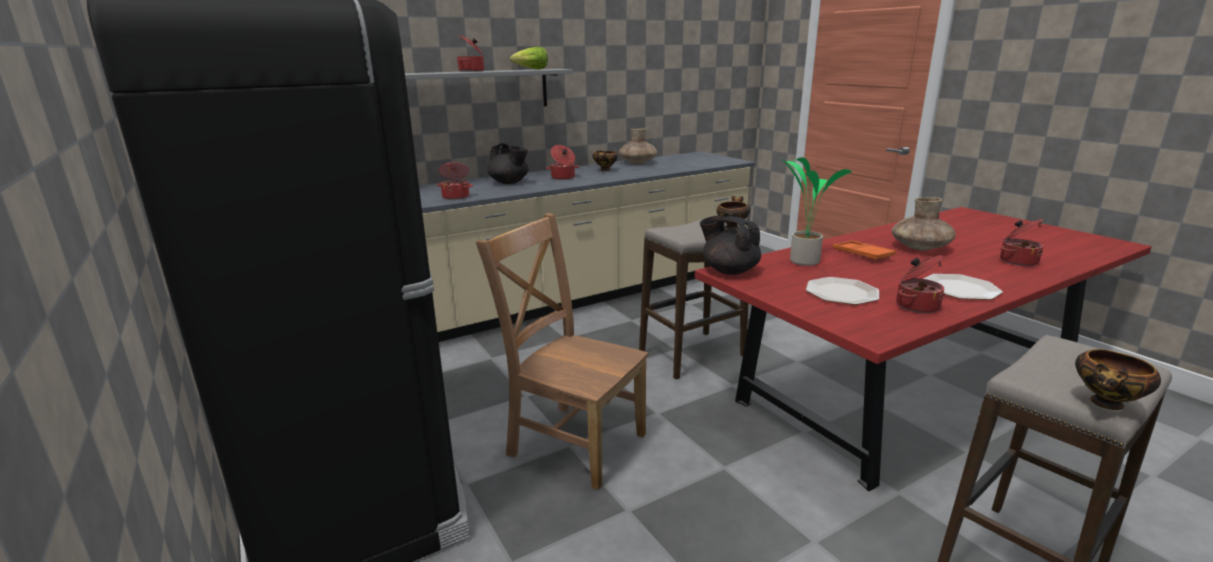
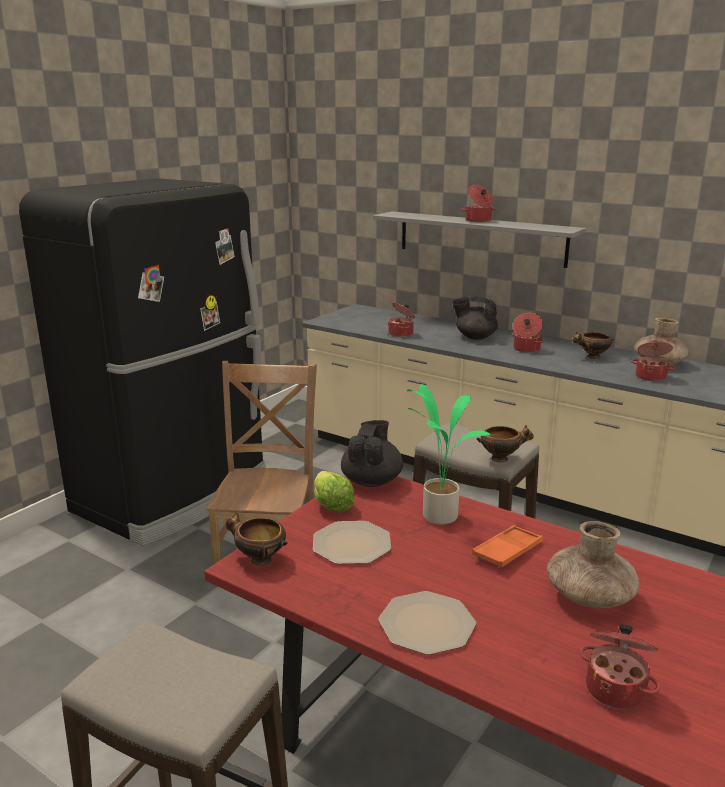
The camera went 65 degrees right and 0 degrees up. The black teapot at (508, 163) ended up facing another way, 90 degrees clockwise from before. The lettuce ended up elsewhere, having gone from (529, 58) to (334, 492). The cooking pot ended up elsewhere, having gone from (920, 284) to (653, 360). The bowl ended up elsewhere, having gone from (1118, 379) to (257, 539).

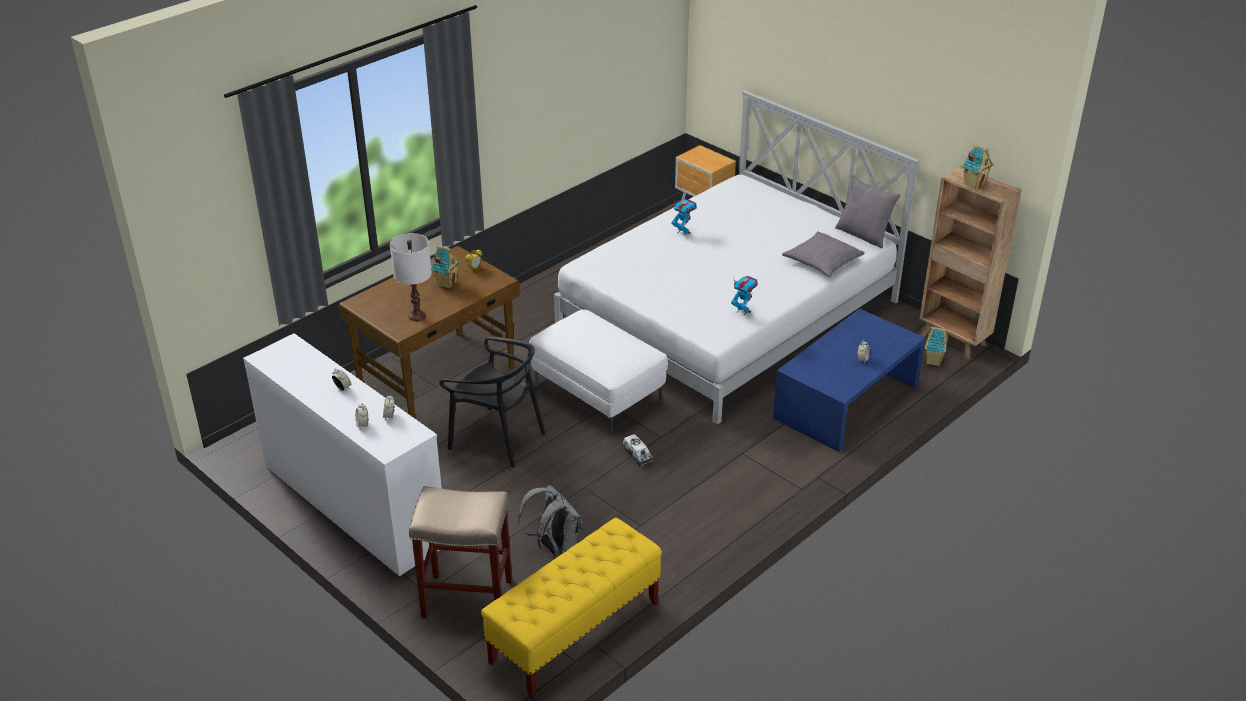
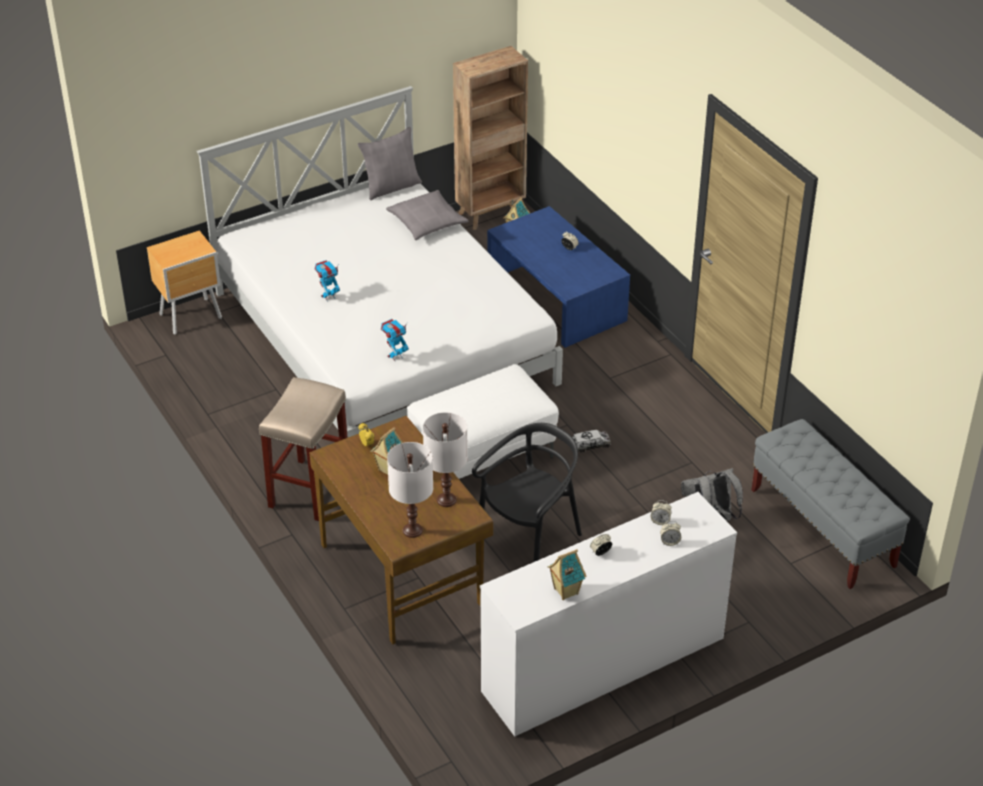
The camera went 75 degrees left and 5 degrees up. The beige stool ended up elsewhere, having gone from (460, 552) to (303, 449). What was the yellow bench at (571, 609) turned into the grey bench at (830, 504). The toy robot ended up elsewhere, having gone from (744, 296) to (395, 340). The toy house ended up elsewhere, having gone from (978, 166) to (567, 574). The second view gained the white table lamp at (410, 490).

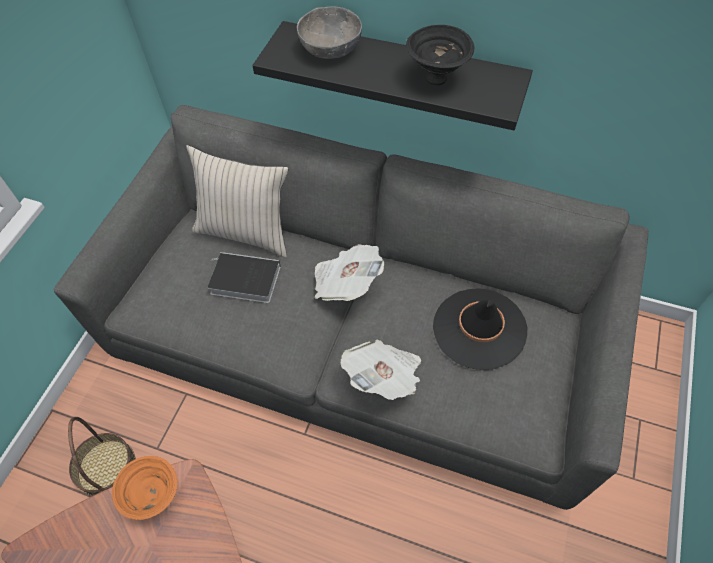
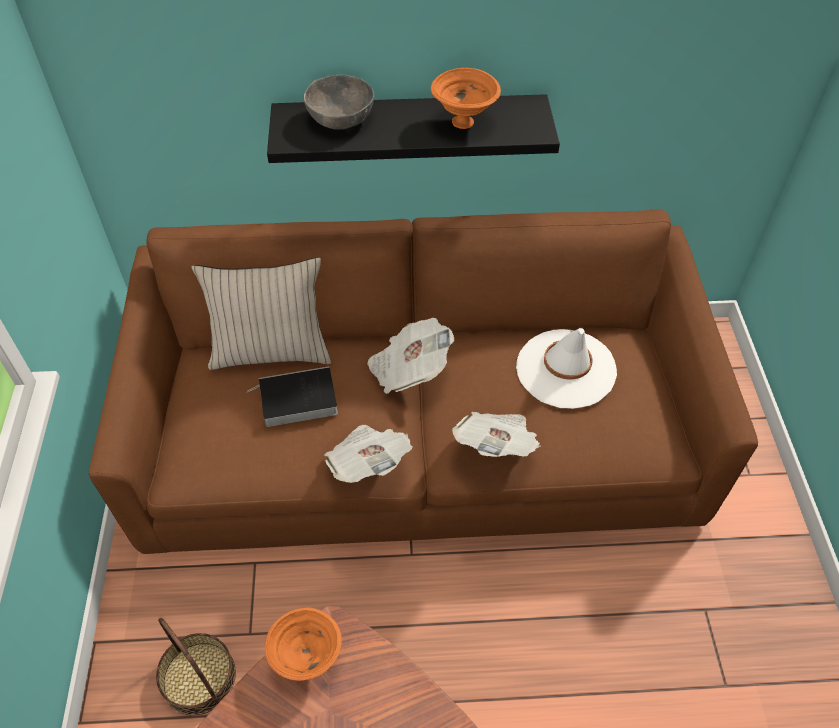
The camera went 25 degrees left and 5 degrees down. What was the grey sofa at (350, 307) turned into the brown sofa at (423, 381). What was the black bowl at (440, 55) turned into the orange bowl at (466, 98). What was the black hat at (480, 329) turned into the white hat at (566, 368). The second view gained the newspaper at (368, 454).

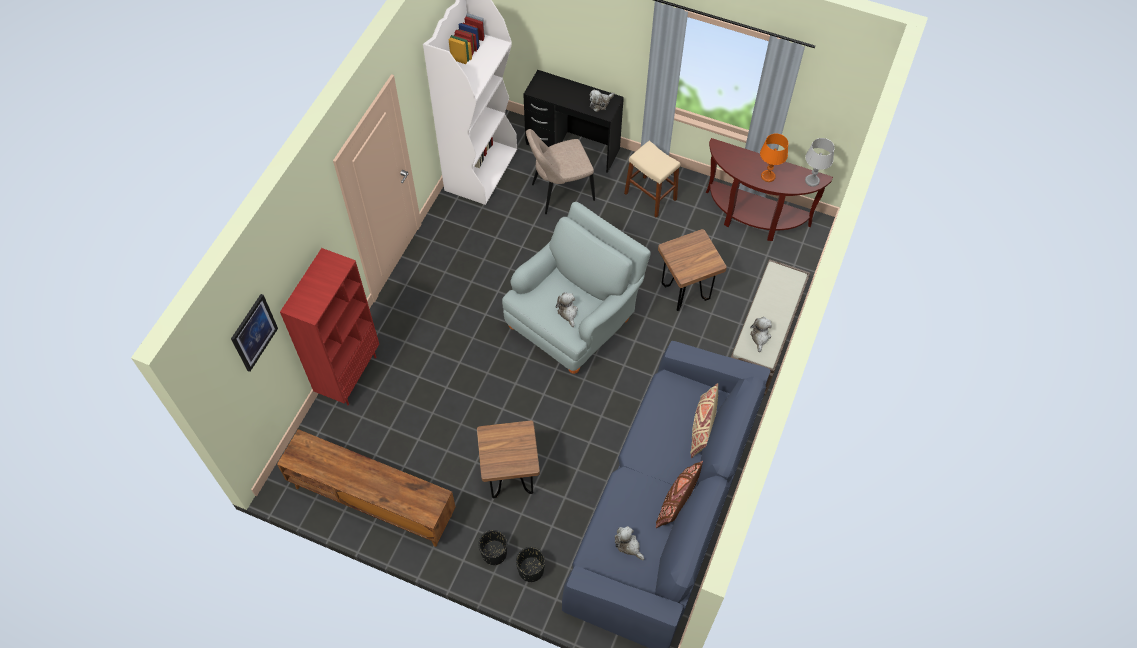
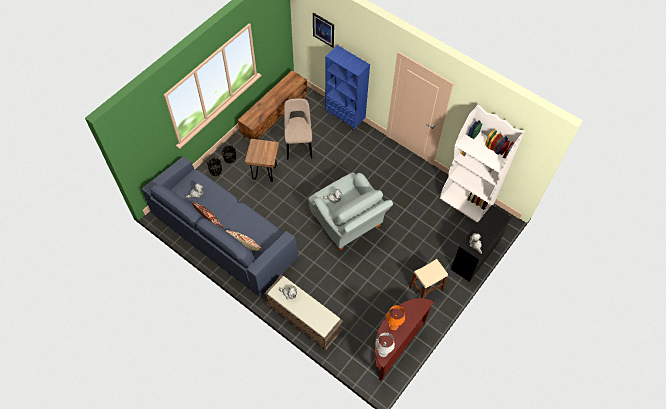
The camera went 105 degrees right and 0 degrees up. What was the red bookcase at (329, 326) turned into the blue bookcase at (347, 88). The beige chair ended up elsewhere, having gone from (560, 171) to (298, 129). The second view lost the brown stool at (692, 270).

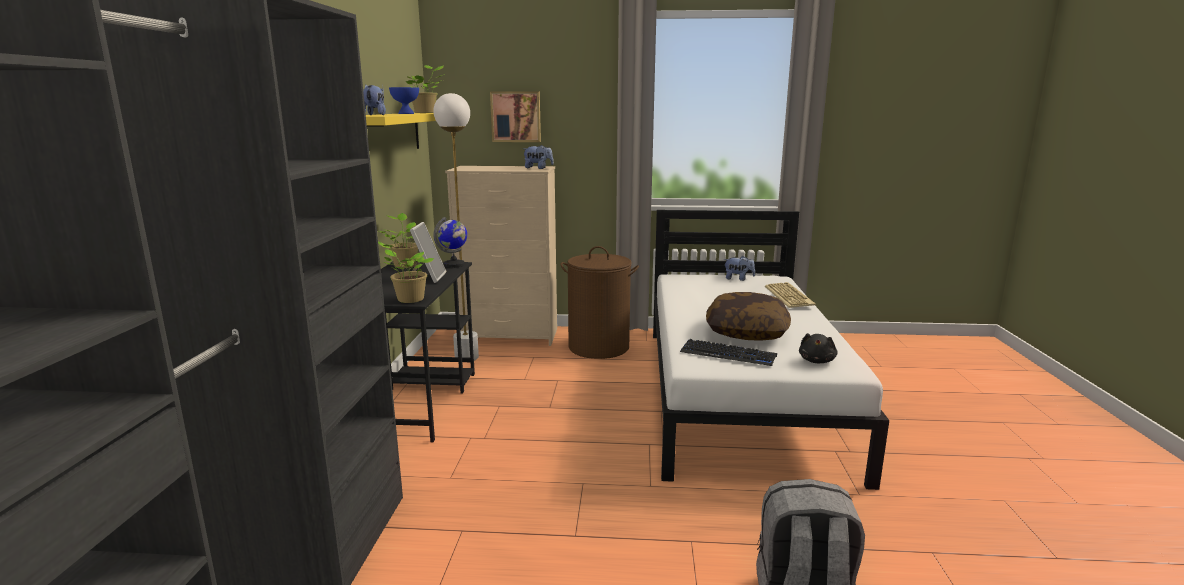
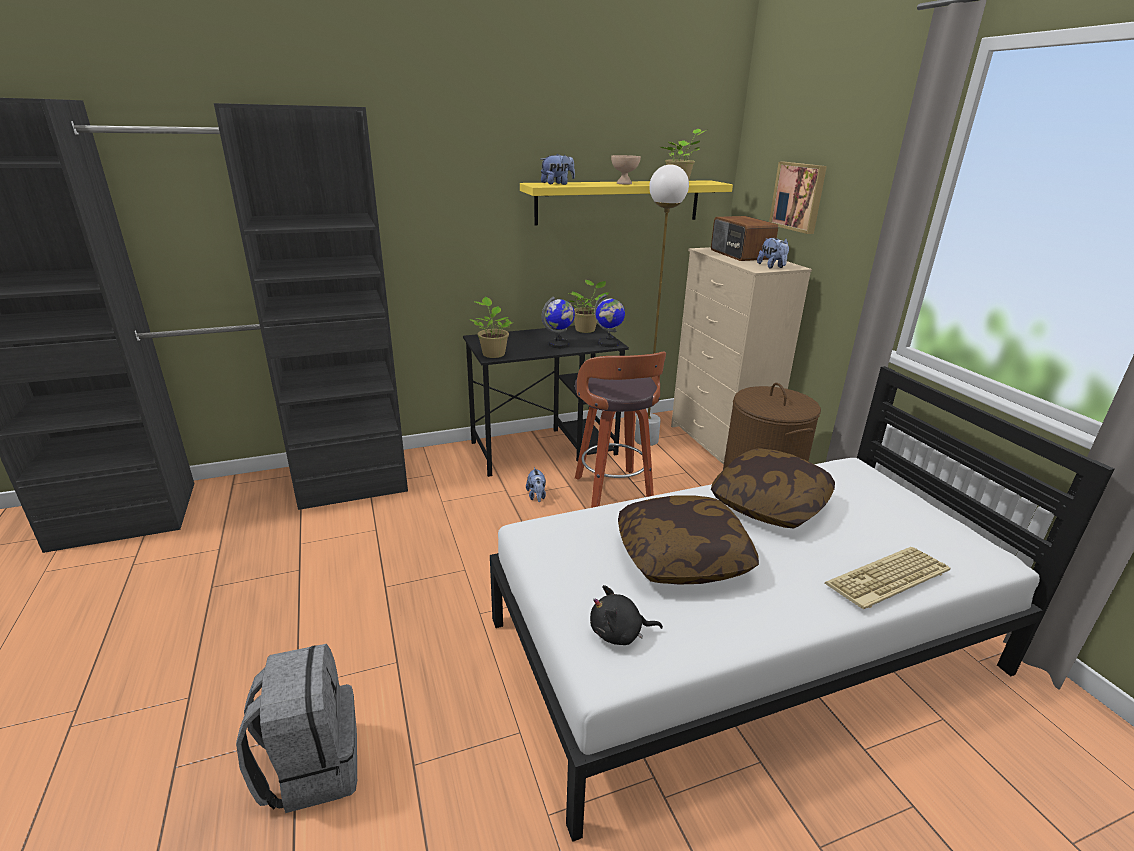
The camera went 65 degrees right and 10 degrees up. What was the blue bowl at (404, 100) turned into the beige bowl at (626, 170). Where the picture frame stood at (428, 252), the globe came to stand at (558, 322). The second view lost the keyboard at (728, 352). The plush toy ended up elsewhere, having gone from (739, 268) to (536, 484). The second view gained the stool at (620, 429). The second view gained the radio at (744, 238). The second view gained the pillow at (773, 488).

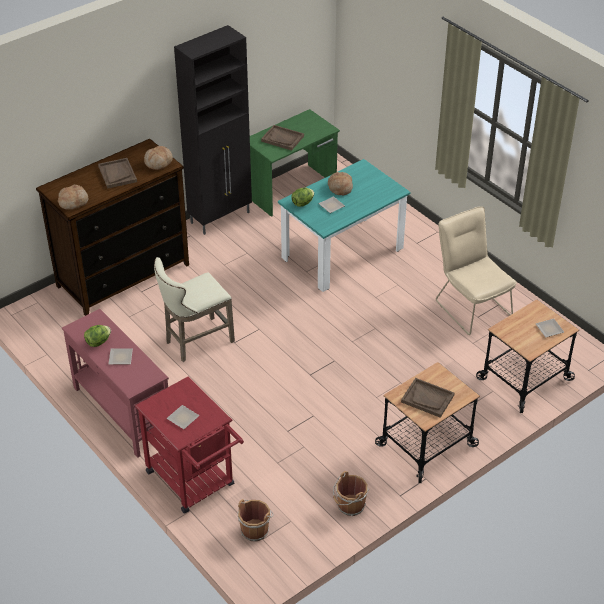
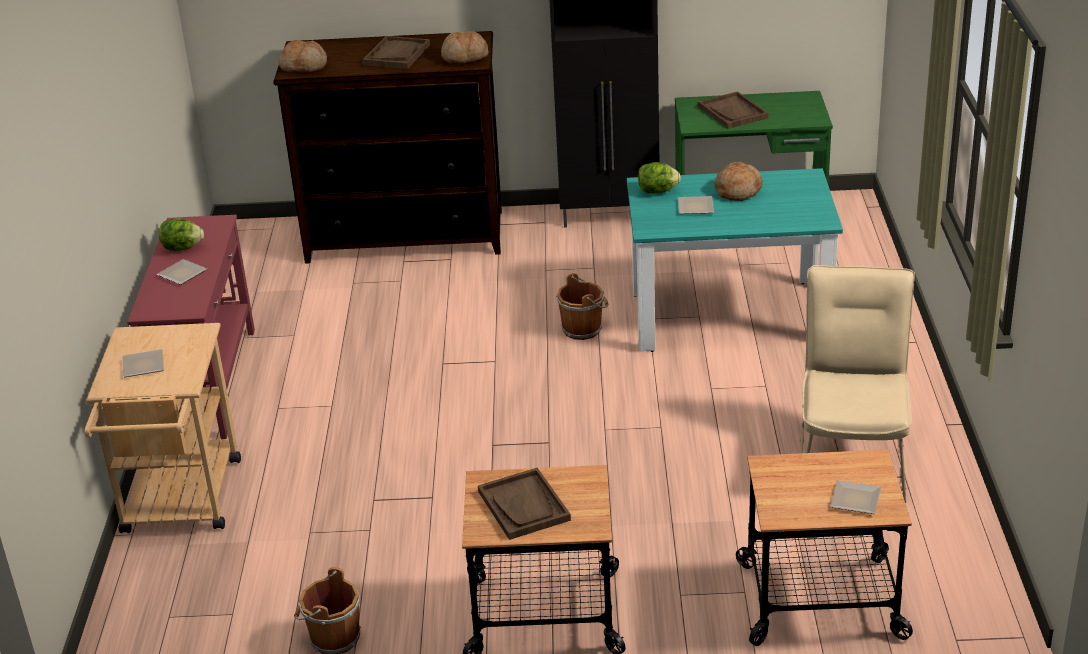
The camera went 40 degrees right and 10 degrees down. What was the red cart at (189, 445) turned into the beige cart at (163, 428). The second view lost the beige stool at (194, 309). The brown bucket ended up elsewhere, having gone from (255, 520) to (582, 306).

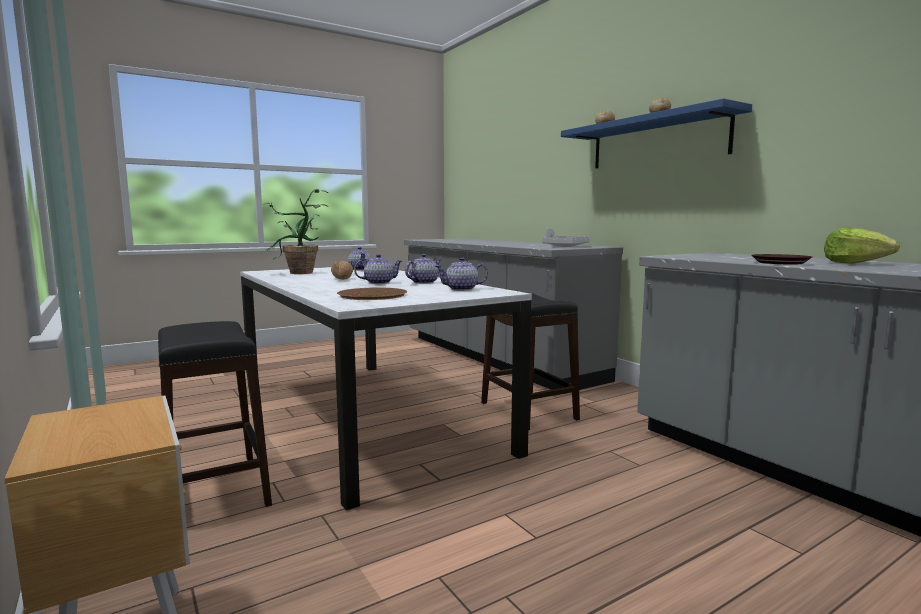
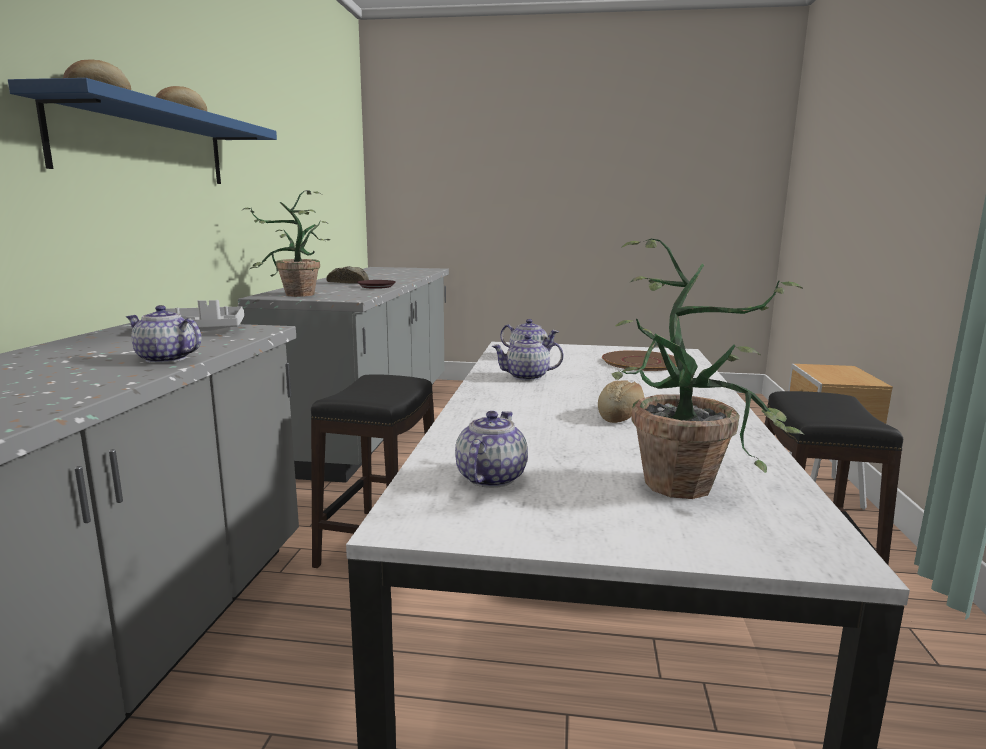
The camera went 140 degrees left and 5 degrees up. The teapot ended up elsewhere, having gone from (378, 269) to (163, 334). Where the lettuce stood at (862, 246), the bread came to stand at (347, 274). The second view gained the potted plant at (285, 243).

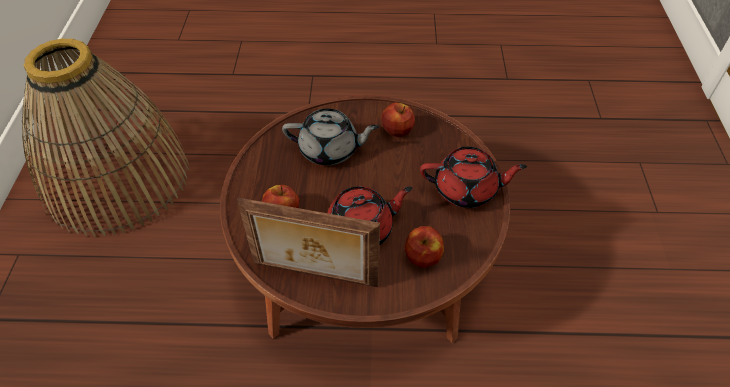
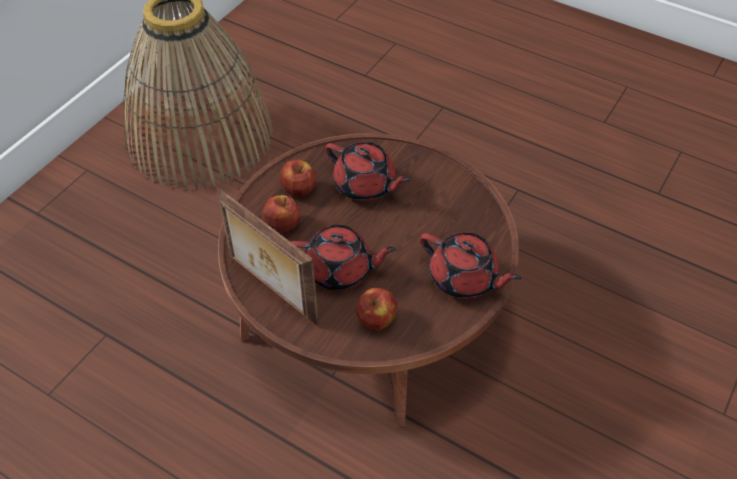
The camera went 30 degrees right and 0 degrees up. What was the grey teapot at (330, 137) turned into the red teapot at (368, 171). The apple ended up elsewhere, having gone from (398, 119) to (298, 178).

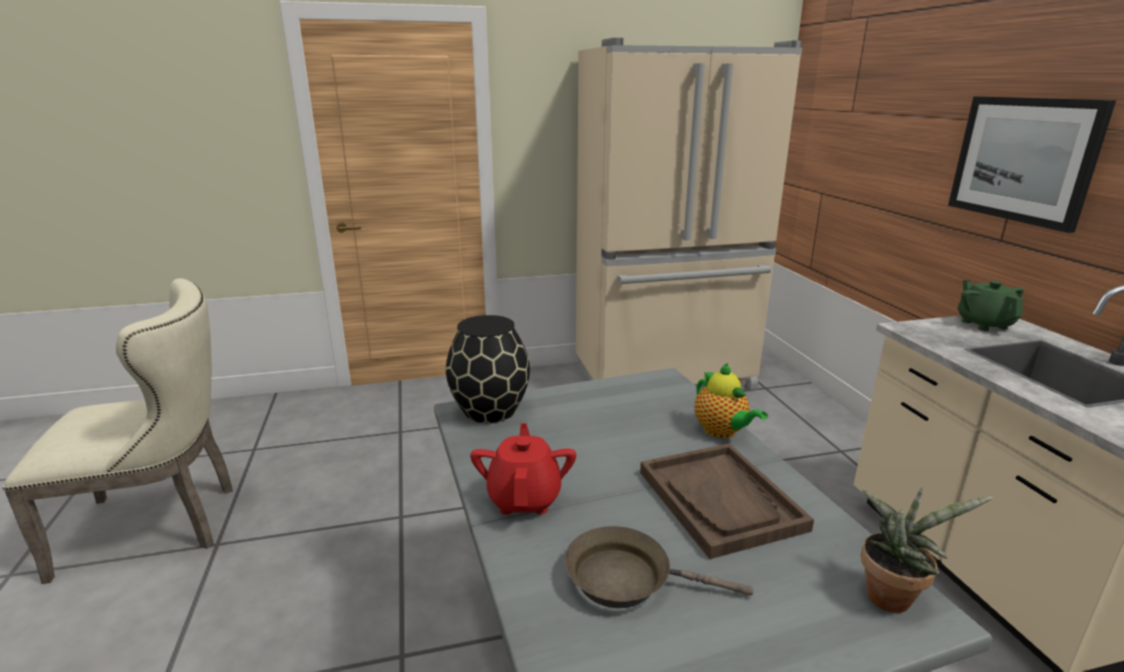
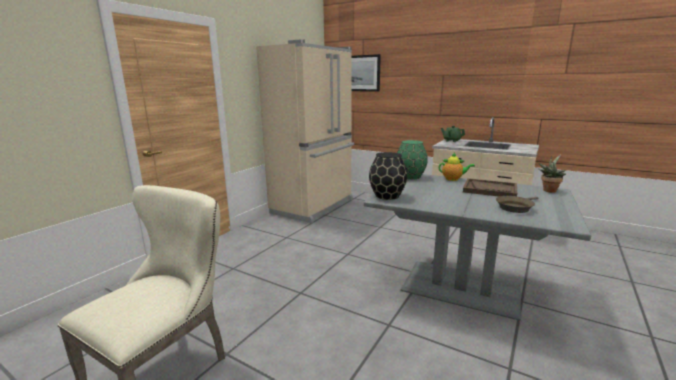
The camera went 45 degrees left and 5 degrees down. The second view lost the red teapot at (523, 469). The picture ended up elsewhere, having gone from (1032, 164) to (366, 73). The second view gained the green vase at (412, 160).

